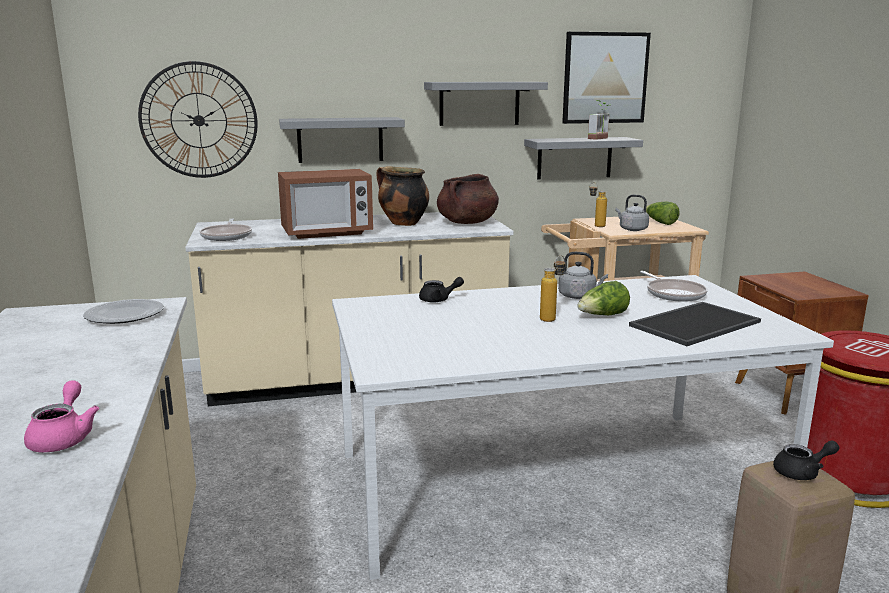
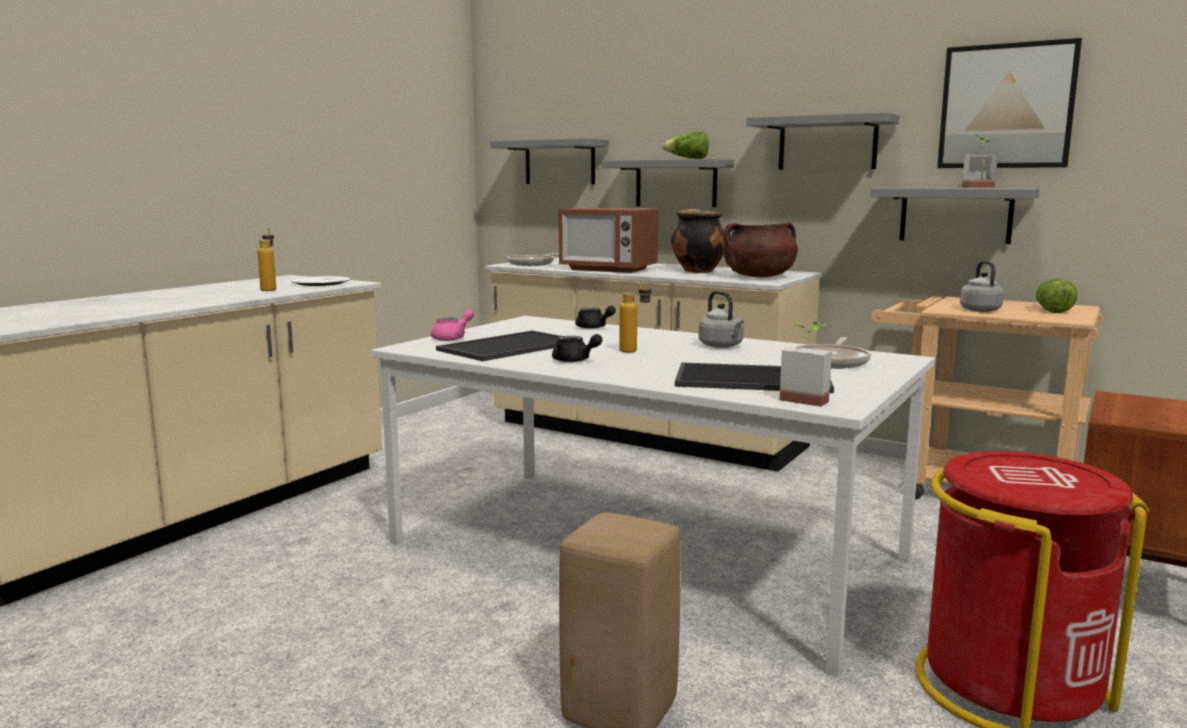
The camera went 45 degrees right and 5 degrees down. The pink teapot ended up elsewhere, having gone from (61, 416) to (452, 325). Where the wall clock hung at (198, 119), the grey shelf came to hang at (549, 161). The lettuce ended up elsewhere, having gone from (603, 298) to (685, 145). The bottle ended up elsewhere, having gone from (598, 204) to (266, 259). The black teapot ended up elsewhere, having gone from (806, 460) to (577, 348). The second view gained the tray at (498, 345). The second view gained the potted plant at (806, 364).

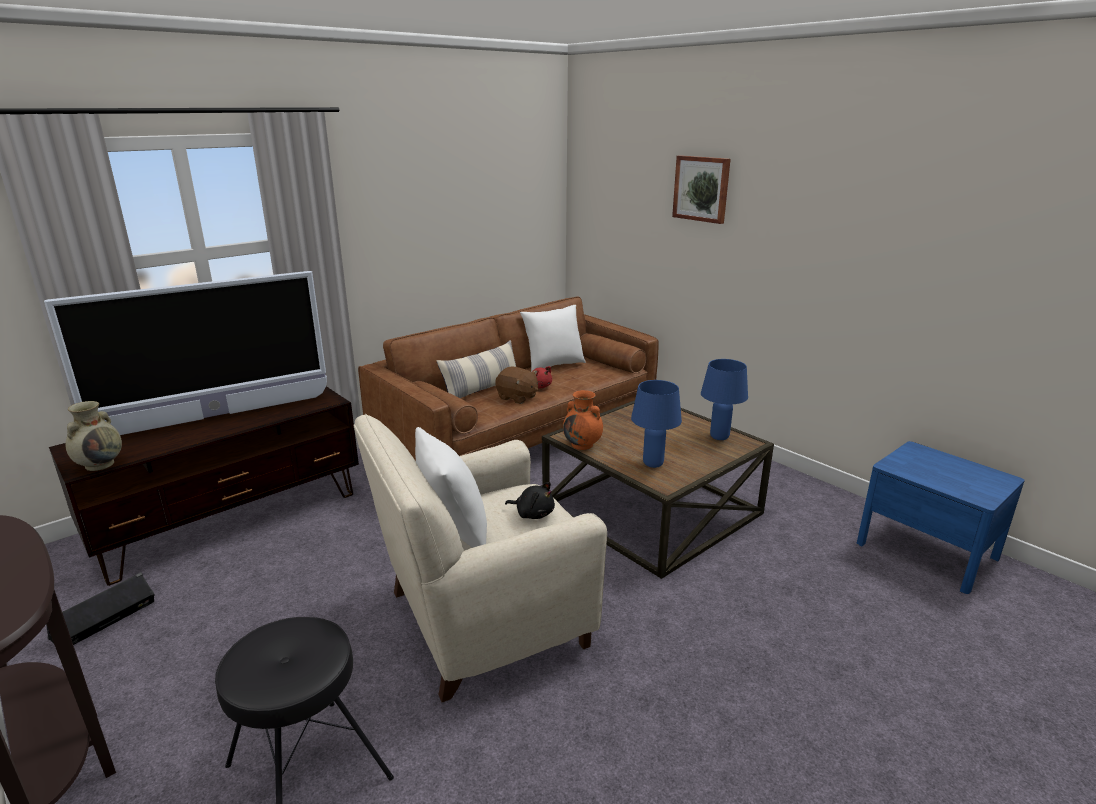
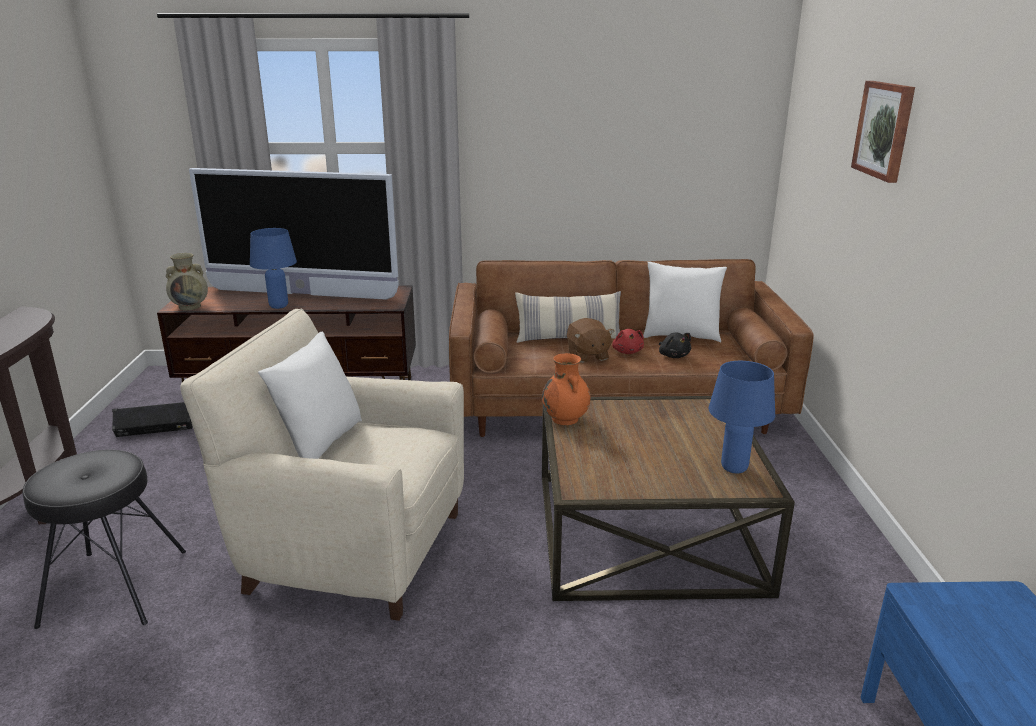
The camera went 40 degrees right and 0 degrees up. The black plush toy ended up elsewhere, having gone from (530, 500) to (675, 345). The blue table lamp ended up elsewhere, having gone from (656, 424) to (273, 268).

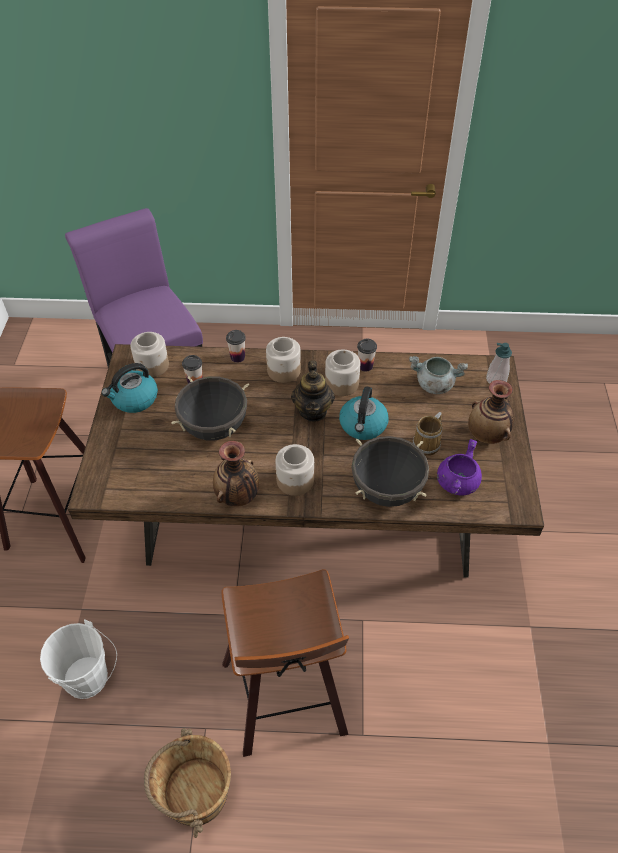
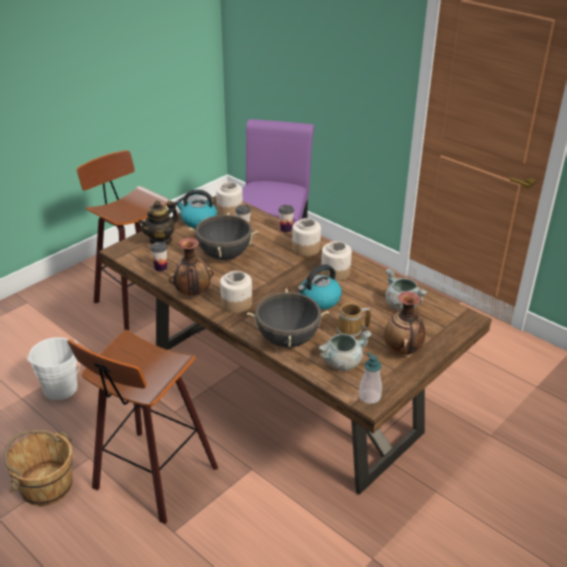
The camera went 40 degrees right and 15 degrees down. The teapot ended up elsewhere, having gone from (313, 391) to (158, 223). The cup ended up elsewhere, having gone from (367, 355) to (159, 256). What was the purple cooking pot at (459, 467) turned into the grey cooking pot at (344, 350). The soap dispenser ended up elsewhere, having gone from (499, 363) to (370, 378).

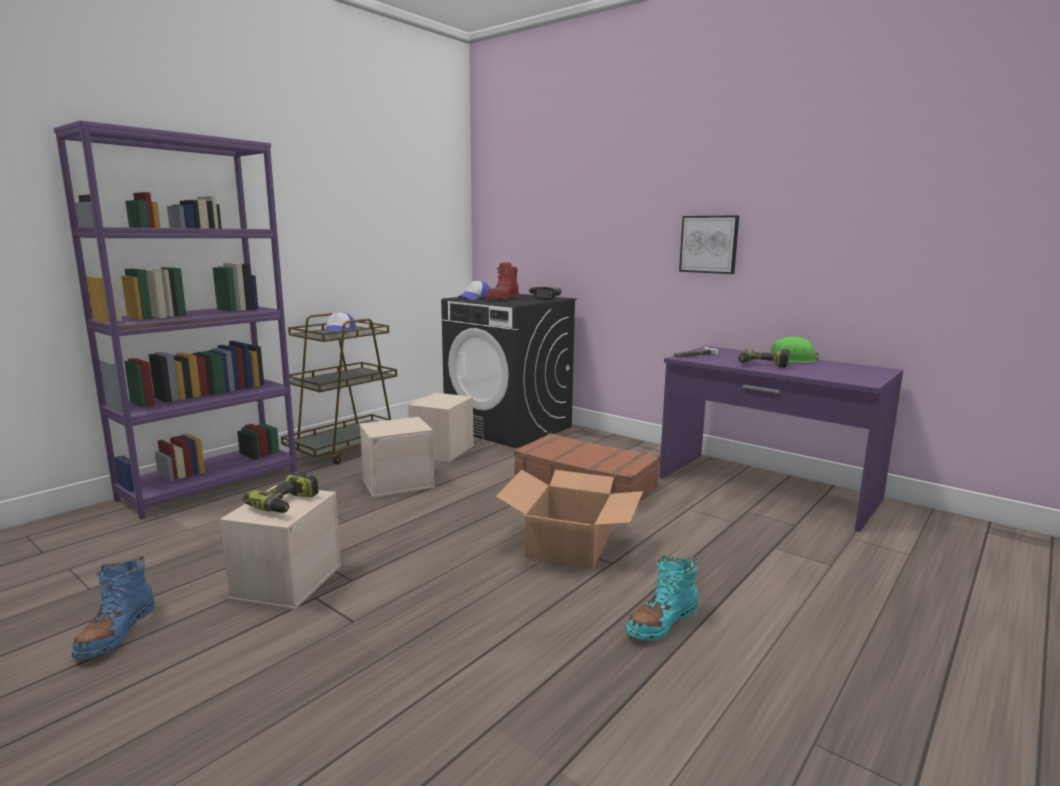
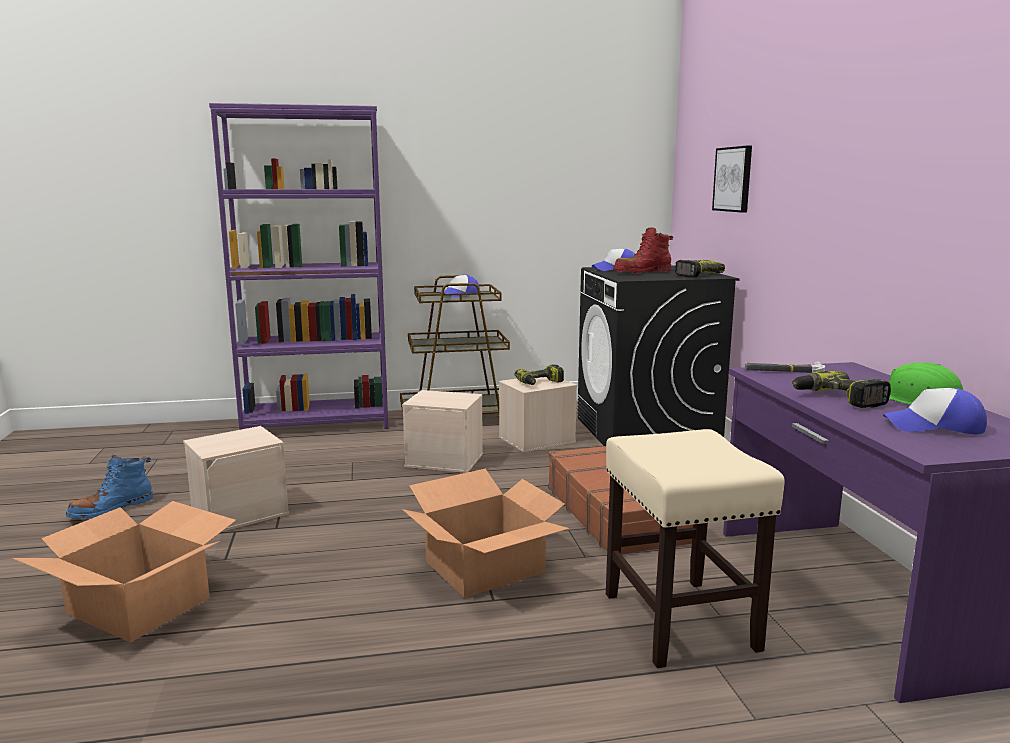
The camera went 40 degrees right and 0 degrees up. The power drill ended up elsewhere, having gone from (281, 492) to (539, 374). The second view lost the turquoise boot at (662, 598). The picture ended up elsewhere, having gone from (709, 244) to (732, 179). The second view gained the cardboard box at (124, 572). The second view gained the beige stool at (695, 548). The second view gained the cap at (935, 411).

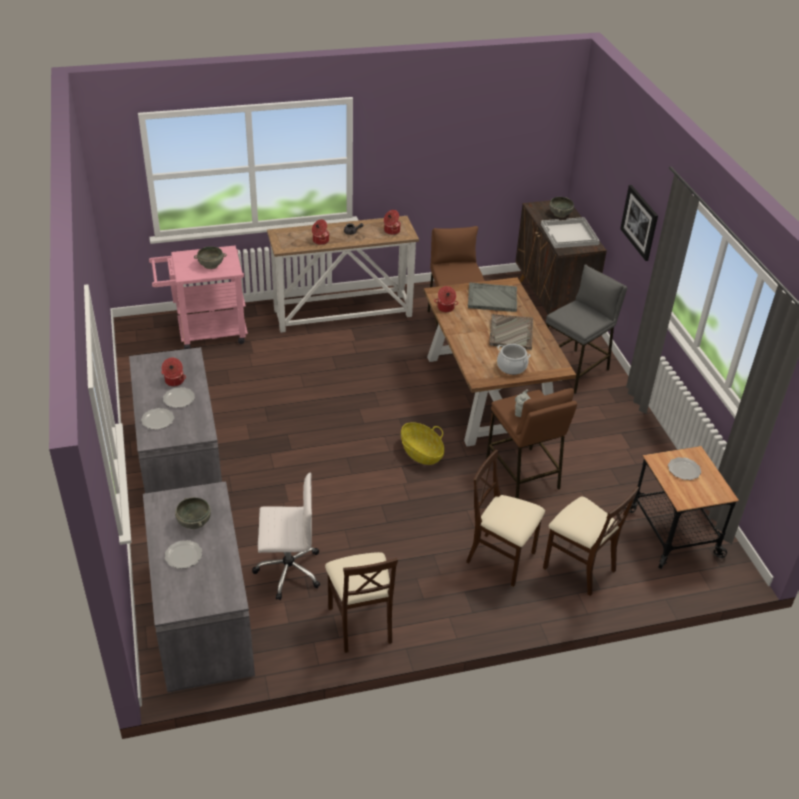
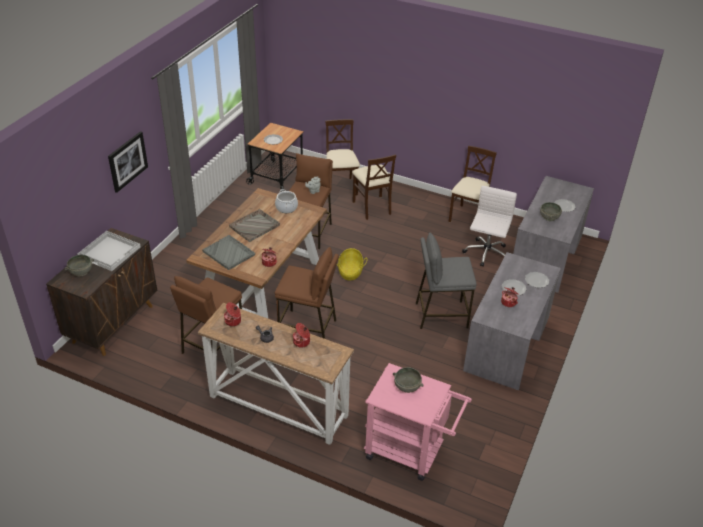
The camera went 140 degrees left and 0 degrees up. The white office chair at (286, 536) ended up facing another way, 75 degrees clockwise from before. The grey stool ended up elsewhere, having gone from (586, 329) to (446, 280). The second view gained the brown stool at (307, 293).

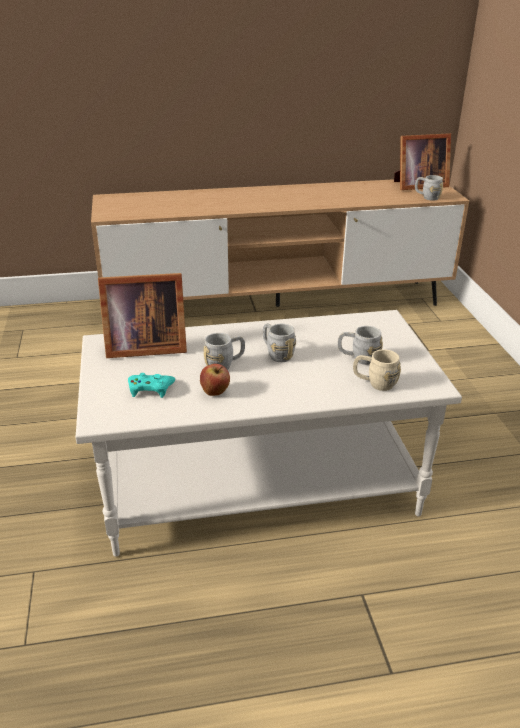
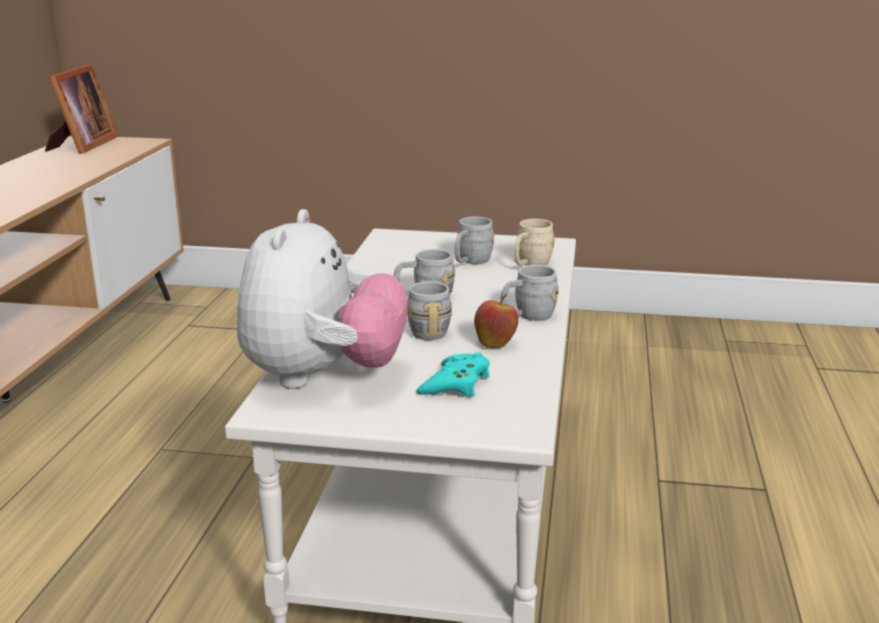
The camera went 70 degrees left and 10 degrees down. Where the picture frame stood at (142, 315), the plush toy came to stand at (322, 299). The grey mug ended up elsewhere, having gone from (429, 188) to (529, 293).

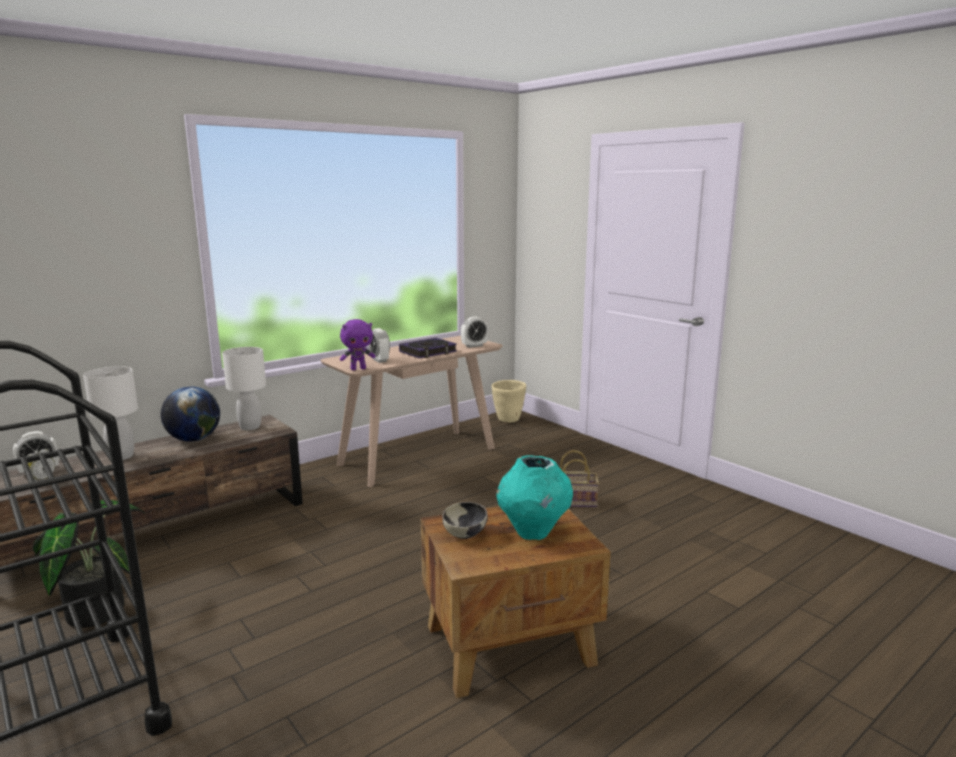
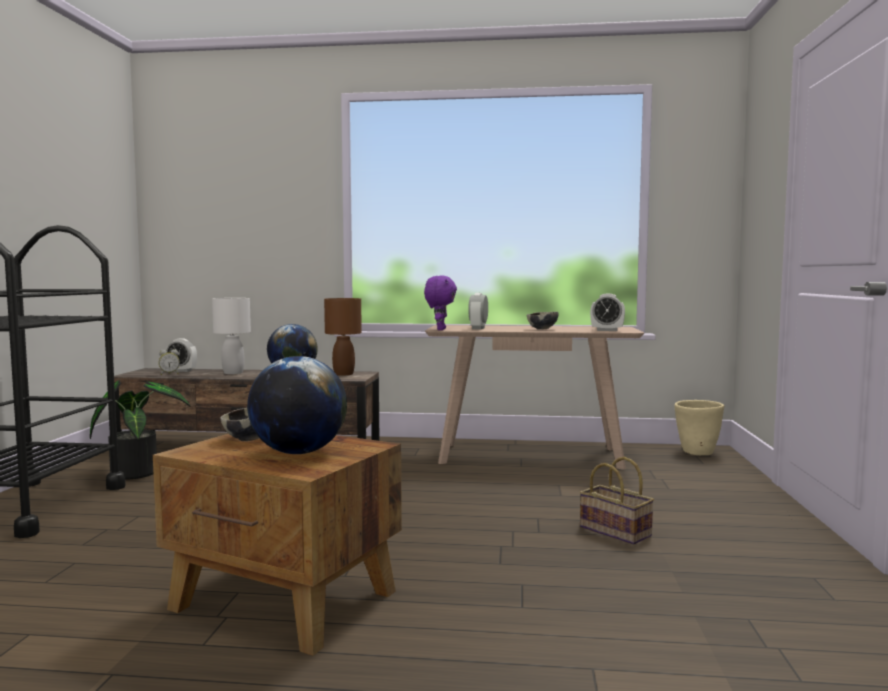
The camera went 45 degrees right and 10 degrees down. What was the white table lamp at (244, 388) turned into the brown table lamp at (343, 337). The purple plush toy at (357, 344) ended up facing another way, 105 degrees counterclockwise from before. Where the book stood at (428, 348), the bowl came to stand at (543, 321). Where the turquoise vase stood at (534, 497), the globe came to stand at (297, 405).

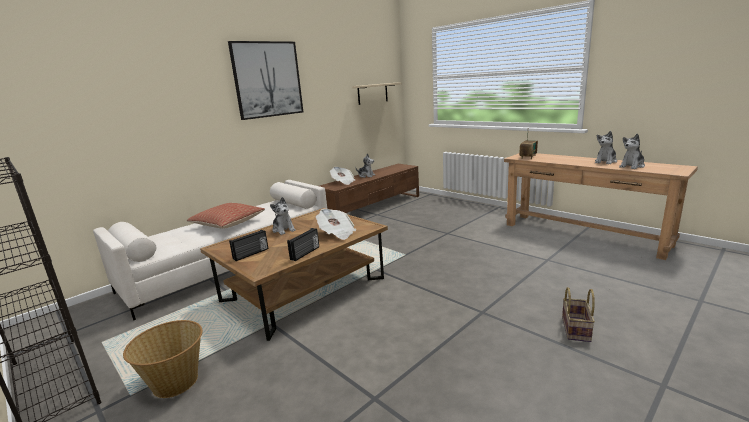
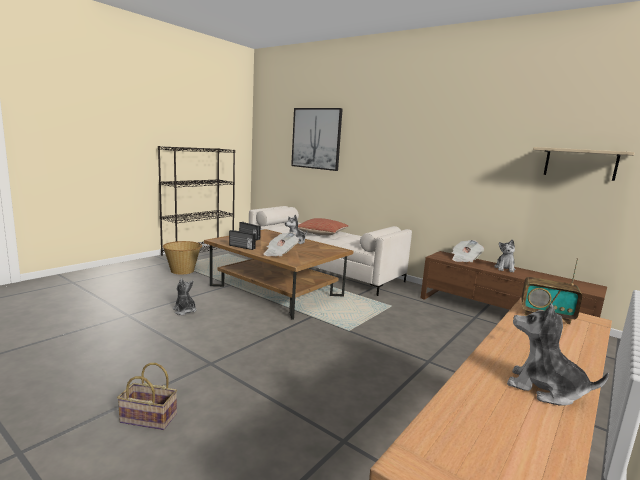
The camera went 80 degrees right and 5 degrees down. The picture ended up elsewhere, having gone from (265, 80) to (317, 139). The plush toy ended up elsewhere, having gone from (632, 151) to (185, 296).

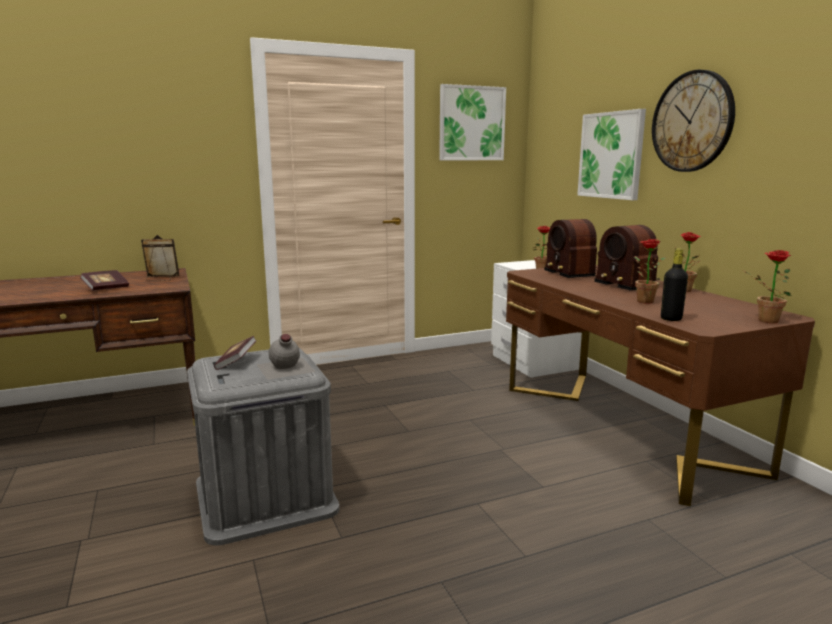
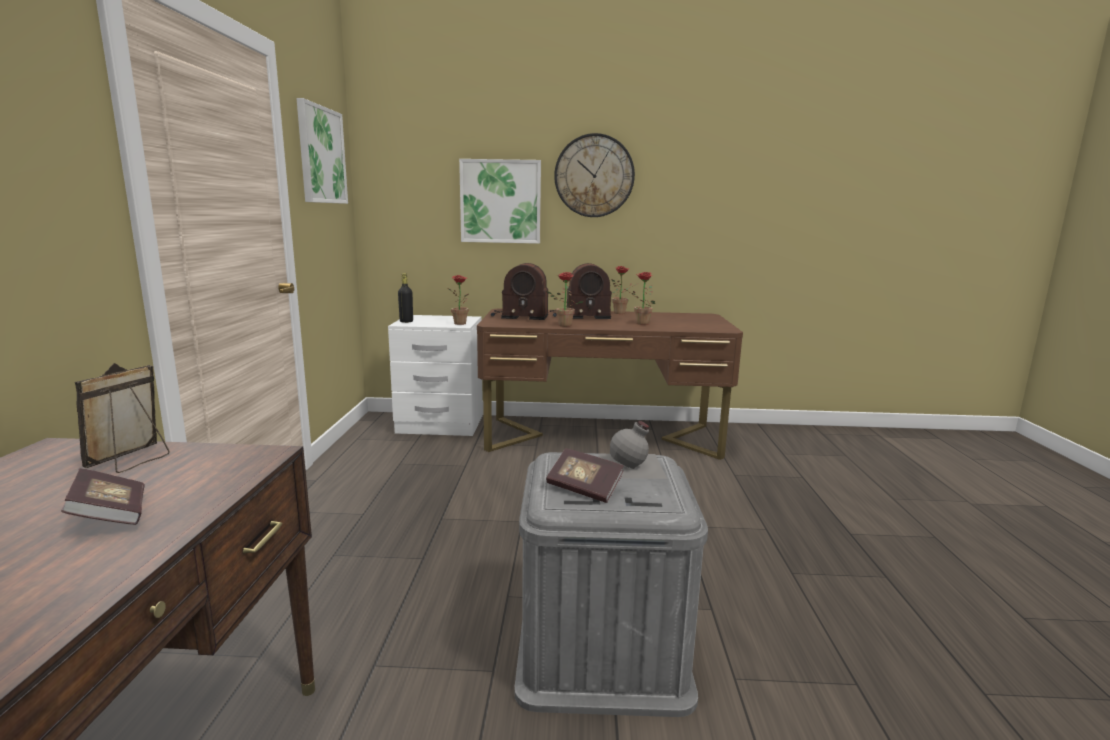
The camera went 65 degrees left and 0 degrees up. The black bottle ended up elsewhere, having gone from (674, 285) to (405, 298). The potted plant ended up elsewhere, having gone from (767, 286) to (565, 299).

